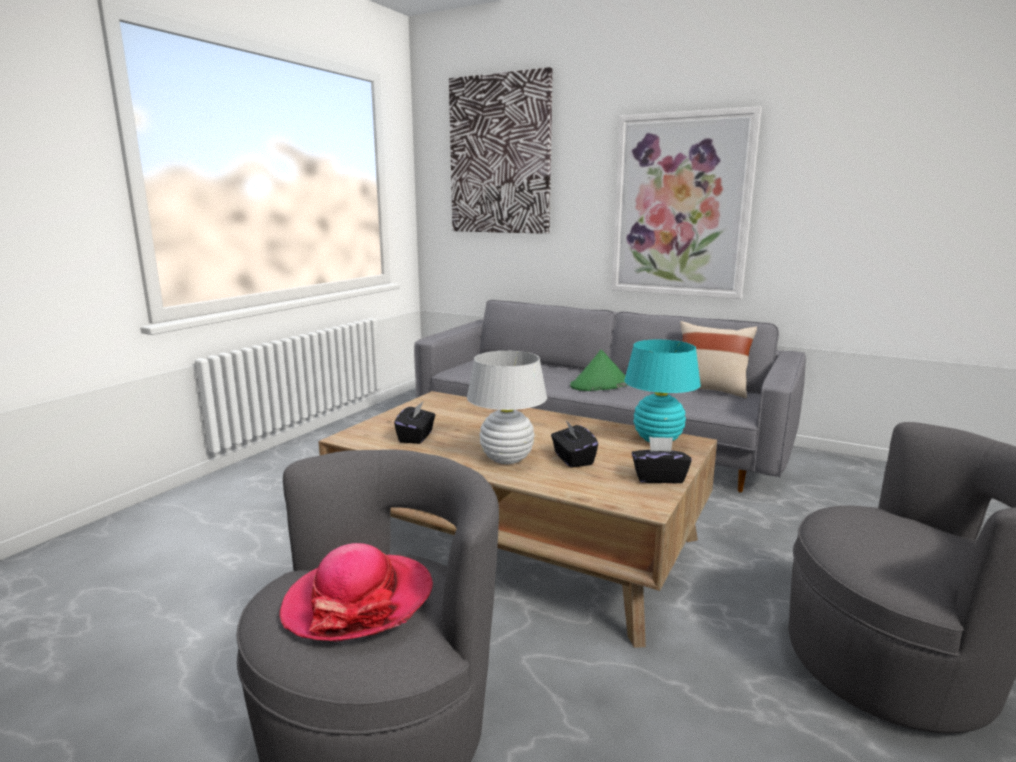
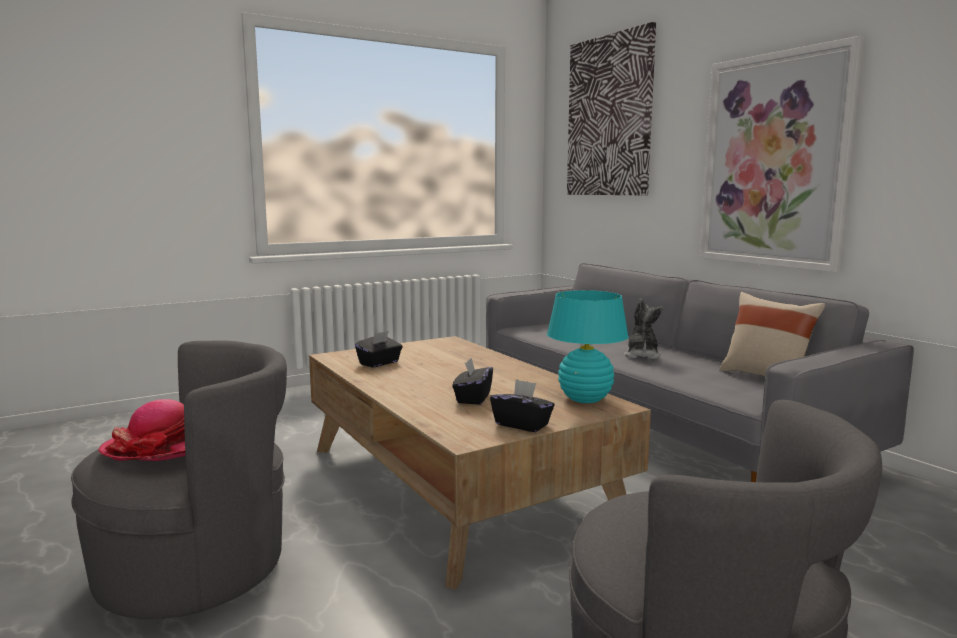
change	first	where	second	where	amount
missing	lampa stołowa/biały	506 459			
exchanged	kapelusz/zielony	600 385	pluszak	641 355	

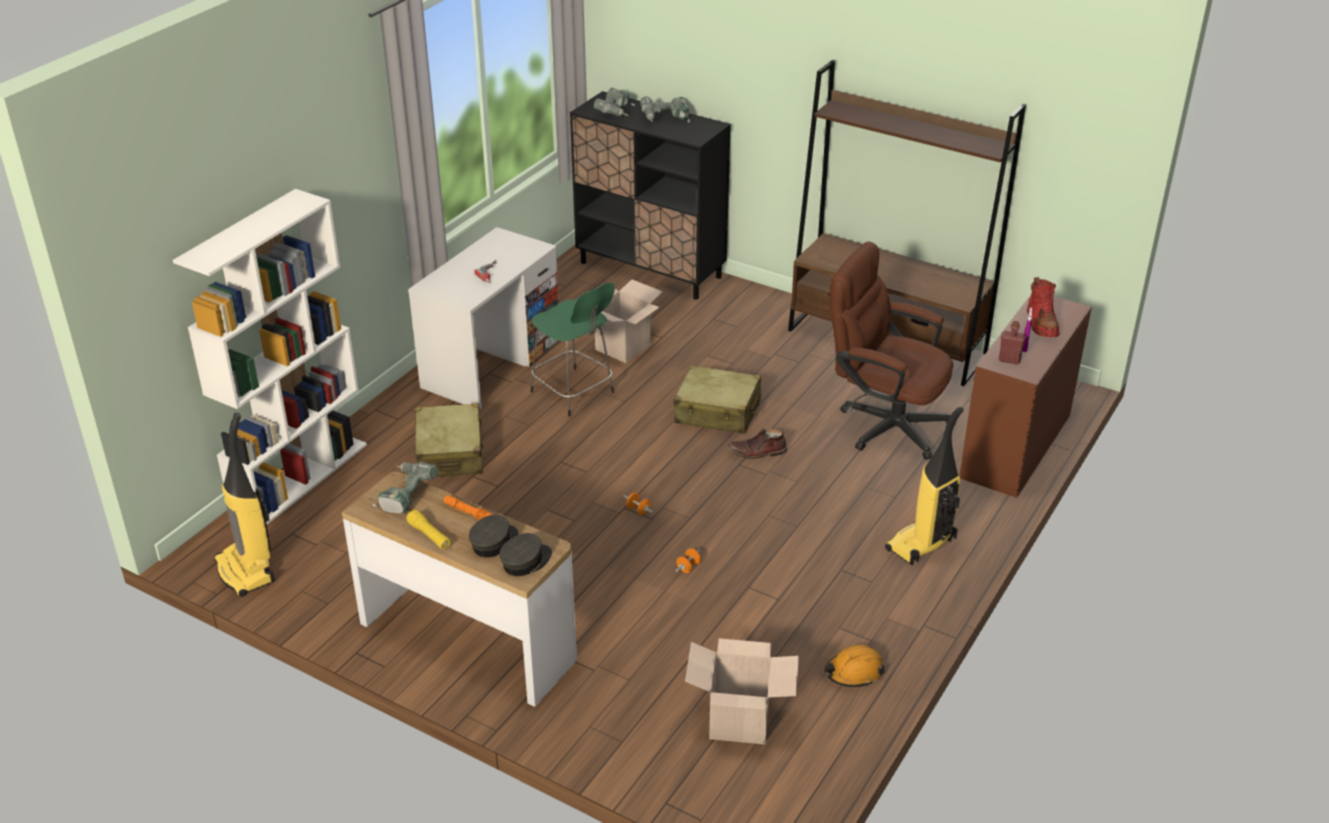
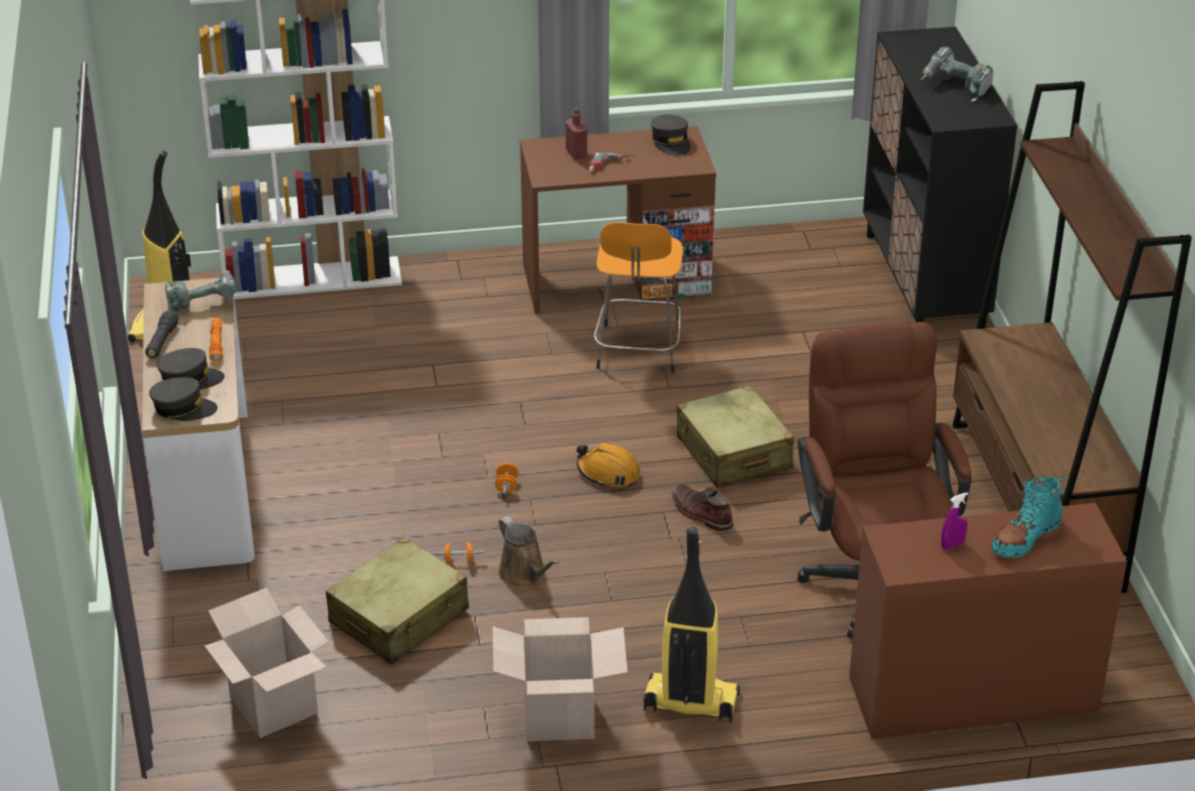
change	first	where	second	where	amount
missing	wiertarka	616 113			
appeared			konewka/brązowy	525 575	
appeared			czapka z daszkiem/szary	671 142	
relocated	walizka/beżowy	450 453		399 617	
relocated	karton	623 347		559 717	
relocated	kask/pomarańczowy	854 672		608 473	
relocated	butelka/czerwony	1009 360		576 153	
colour	latarka/żółty	429 536	latarka/czarny	162 342	
colour	biurko/biały	491 364	biurko/brązowy	616 280	
colour	stołek/zielony	574 393	stołek/pomarańczowy	638 351	
colour	but z cholewką/czerwony	1041 324	but z cholewką/turkusowy	1025 537	

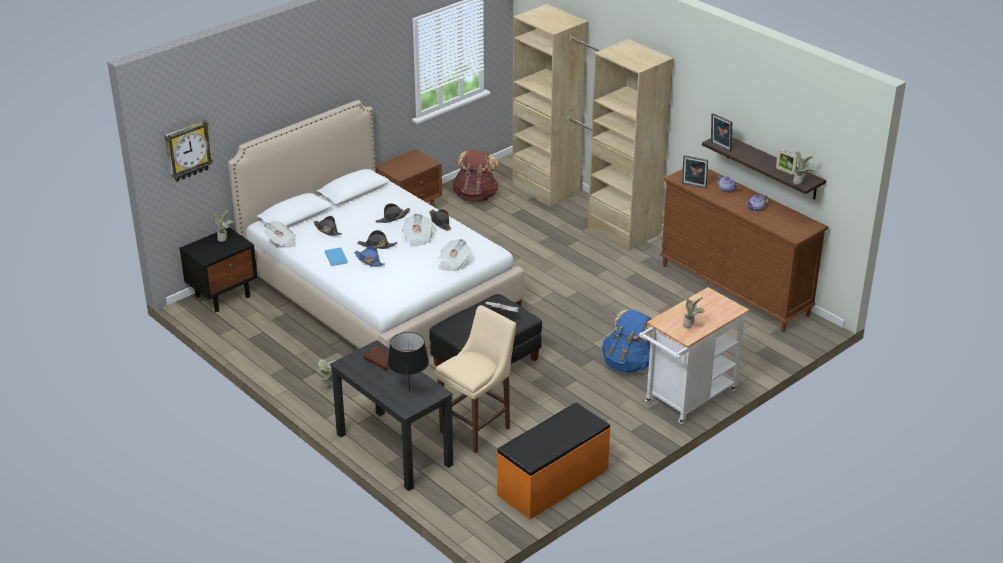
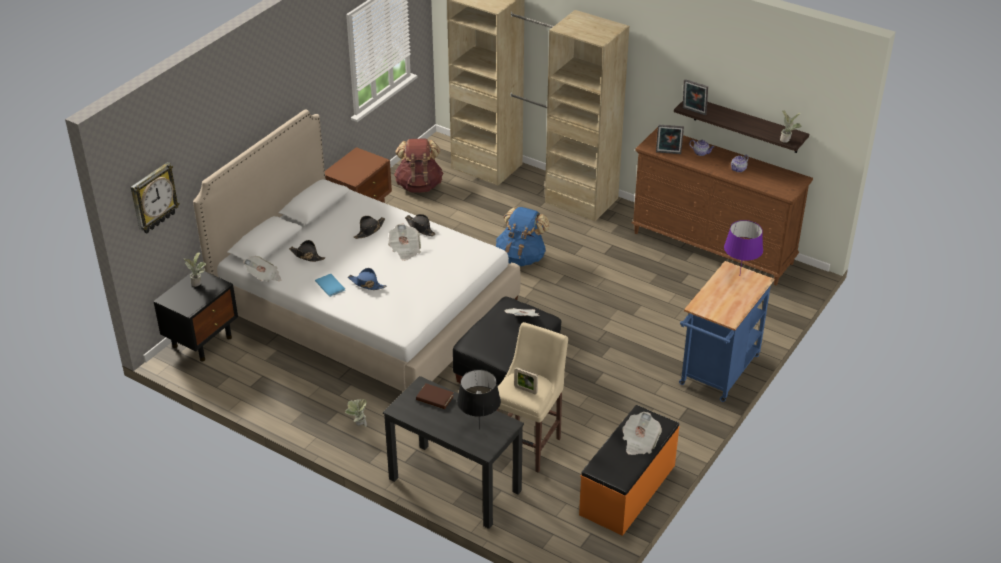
change	first	where	second	where	amount
missing	kapelusz/czarny	377 245			
missing	roślina doniczkowa	691 325			
appeared			lampa stołowa/fioletowy	739 276	
relocated	gazeta	453 263		639 442	
relocated	plecak/niebieski	628 363		521 257	
relocated	ramka na zdjęcie	785 171		525 390	
colour	wózek/biały	686 399	wózek/niebieski	717 374	

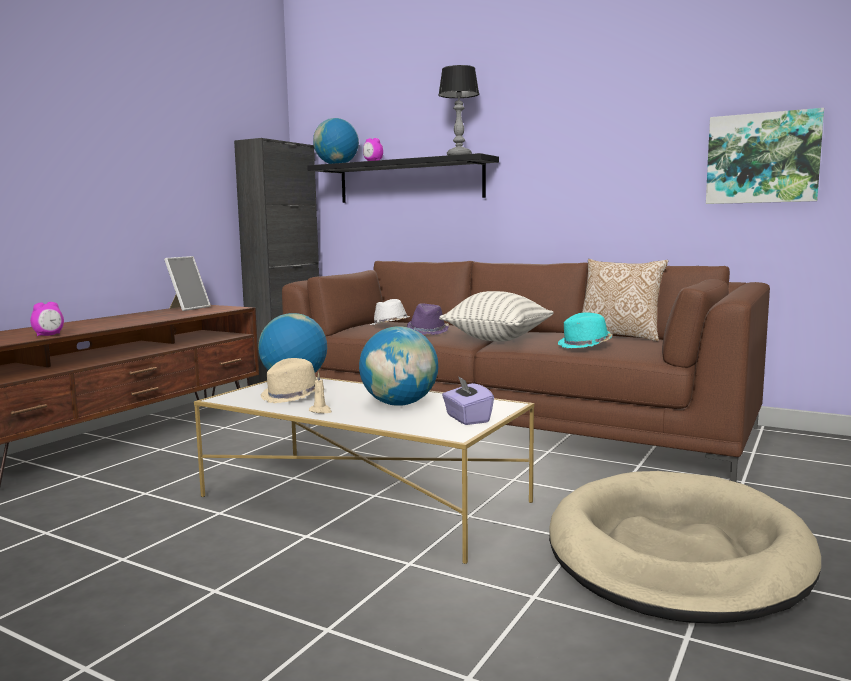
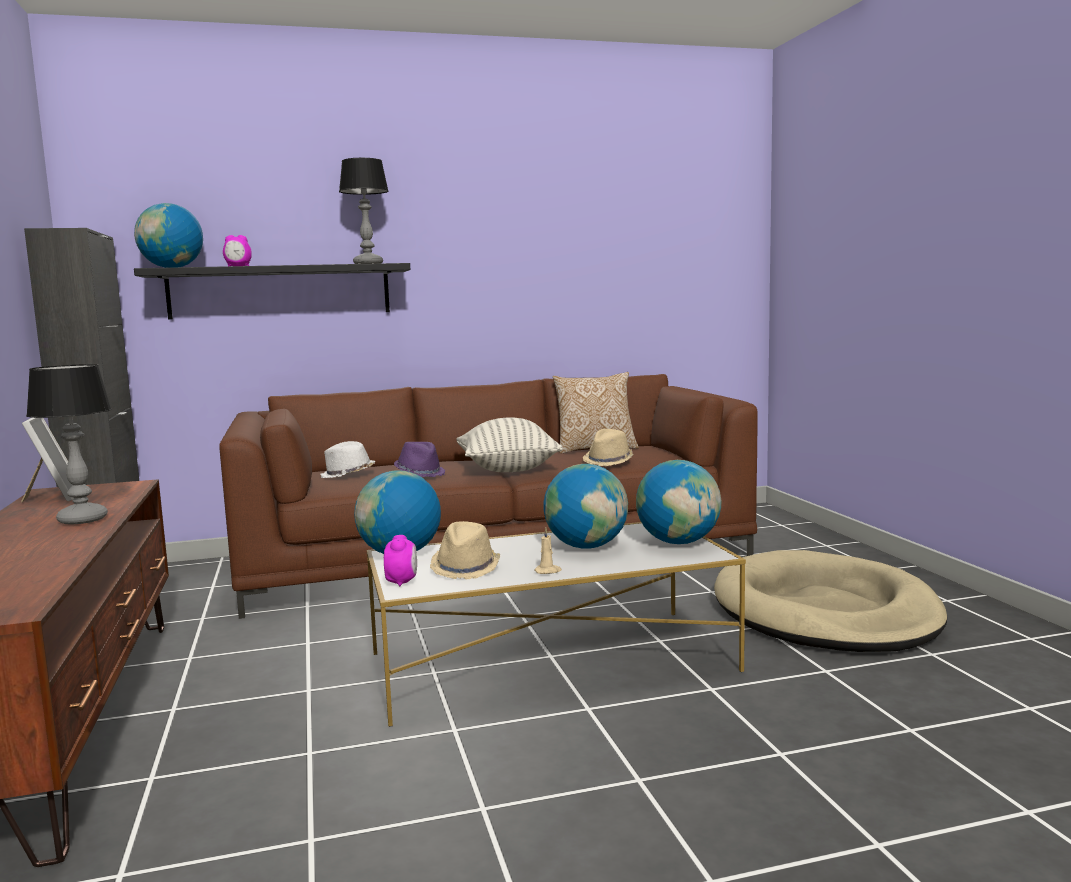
change	first	where	second	where	amount
missing	obraz	762 158			
appeared			lampa stołowa	82 520	
relocated	budzik	49 335		402 582	
exchanged	pudełko chusteczek/fioletowy	467 419	globus	678 542	
colour	kapelusz/turkusowy	585 345	kapelusz/beżowy	609 461	

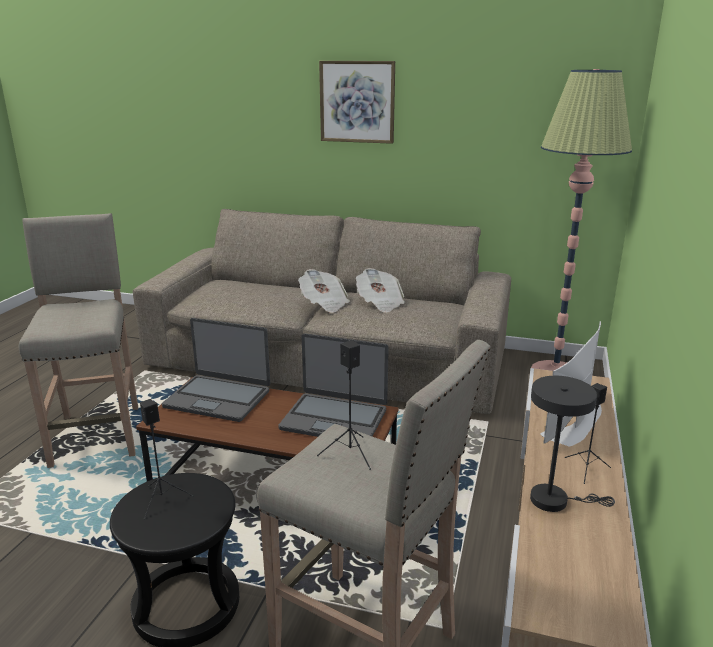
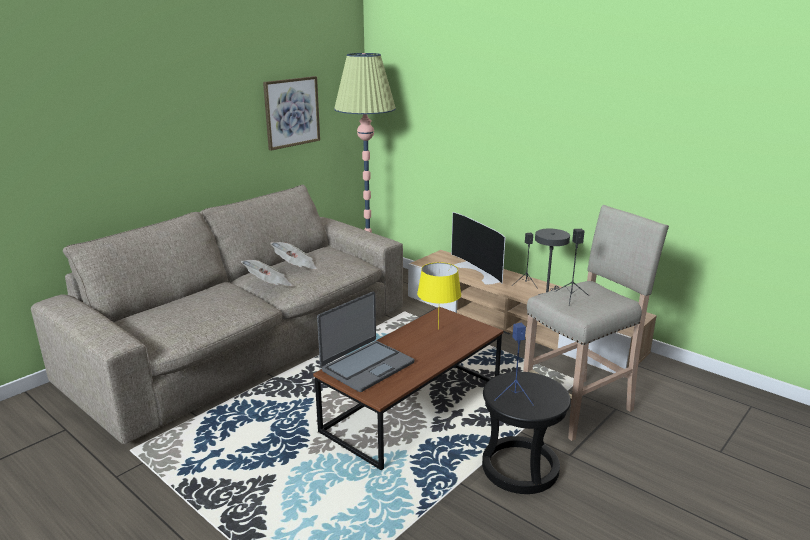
change	first	where	second	where	amount
missing	stołek/beżowy	98 434			
relocated	obraz	357 102		291 112	
exchanged	laptop	334 419	lampa stołowa/żółty	438 329	
colour	głośnik/czarny	163 499	głośnik/niebieski	514 396	

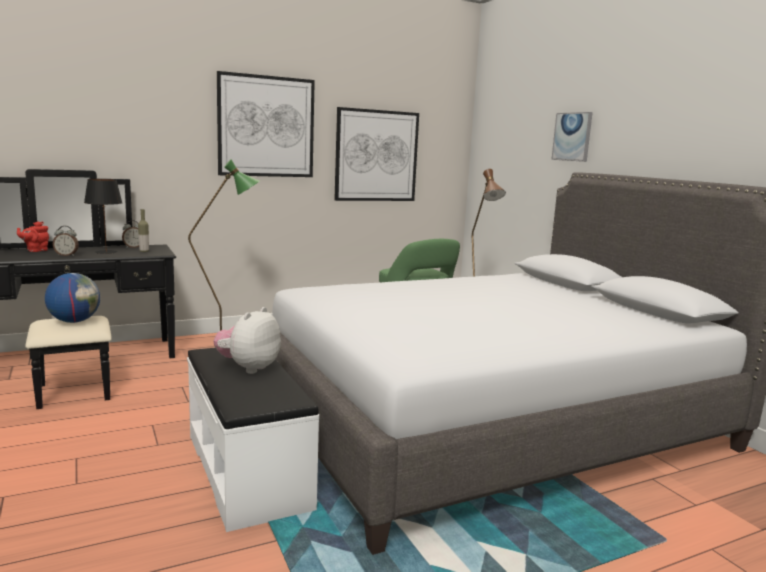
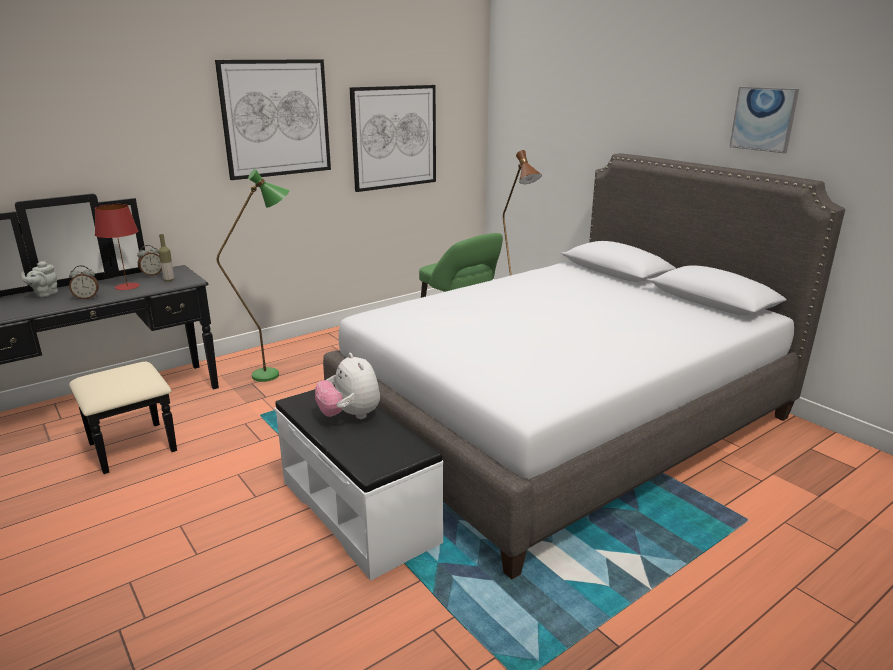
change	first	where	second	where	amount
missing	globus	74 321			
relocated	obraz	572 136		763 119	
colour	imbryk/czerwony	35 250	imbryk/szary	44 294	
colour	lampa stołowa/czarny	106 252	lampa stołowa/czerwony	127 286	
spun	pluszak	248 368		350 416	45 degrees counterclockwise

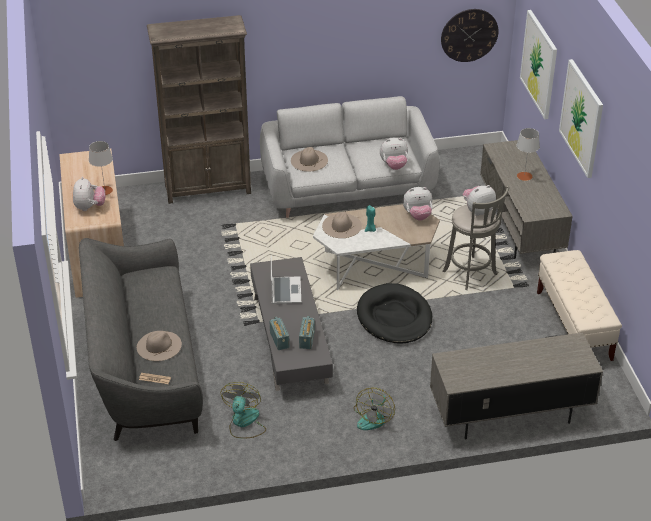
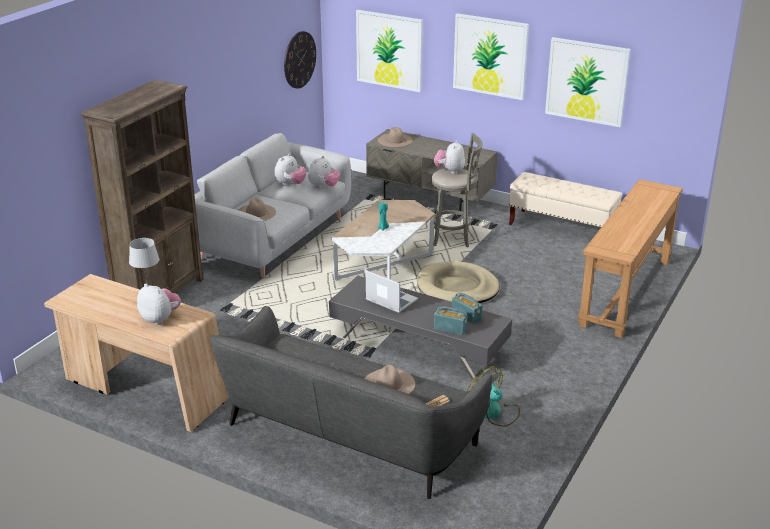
change	first	where	second	where	amount
missing	wentylator	373 417			
missing	lampa stołowa/szary	524 176			
appeared			obraz	587 81	
relocated	kapelusz/beżowy	341 226		395 140	
relocated	pluszak	417 216		290 184	
exchanged	szafka pod telewizor/szary	509 414	stolik konsolowy/brązowy	625 292	
colour	legowisko/czarny	394 317	legowisko/beżowy	457 287	

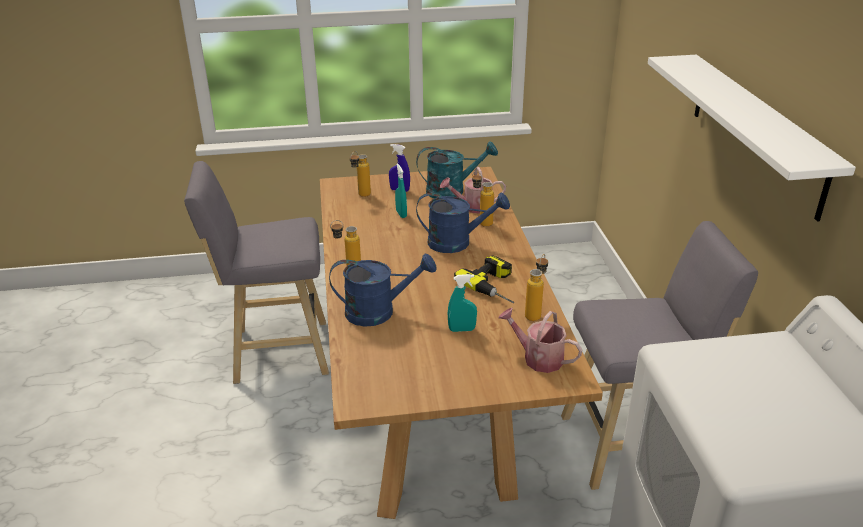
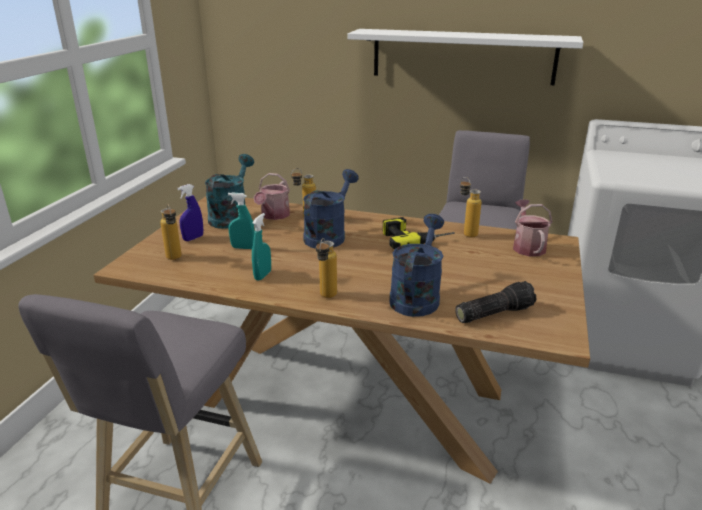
change	first	where	second	where	amount
appeared			latarka	493 313	
relocated	spryskiwacz/turkusowy	462 329		262 275	
spun	konewka	538 358		527 246	120 degrees clockwise

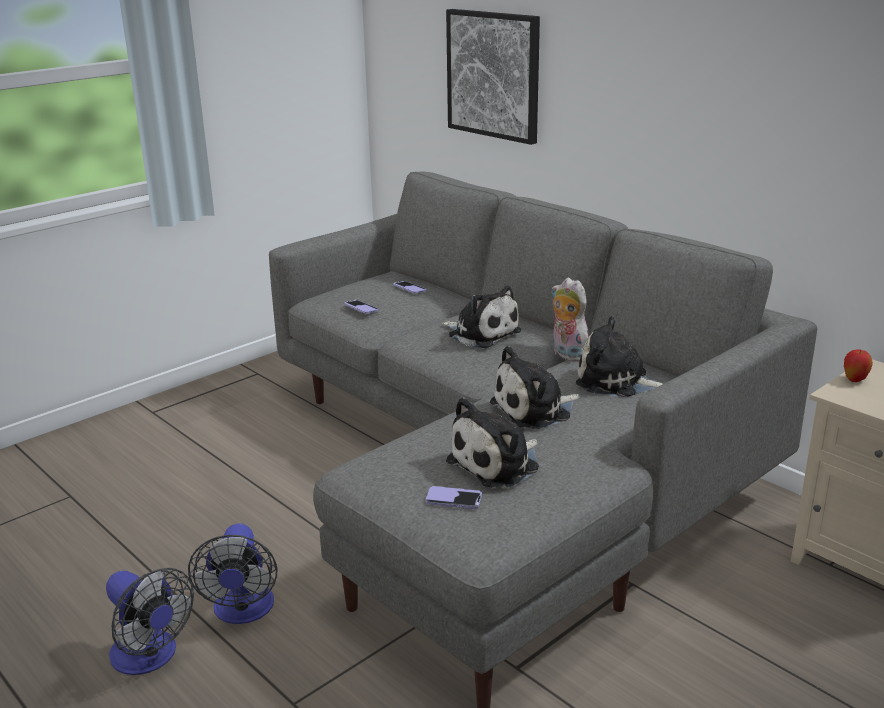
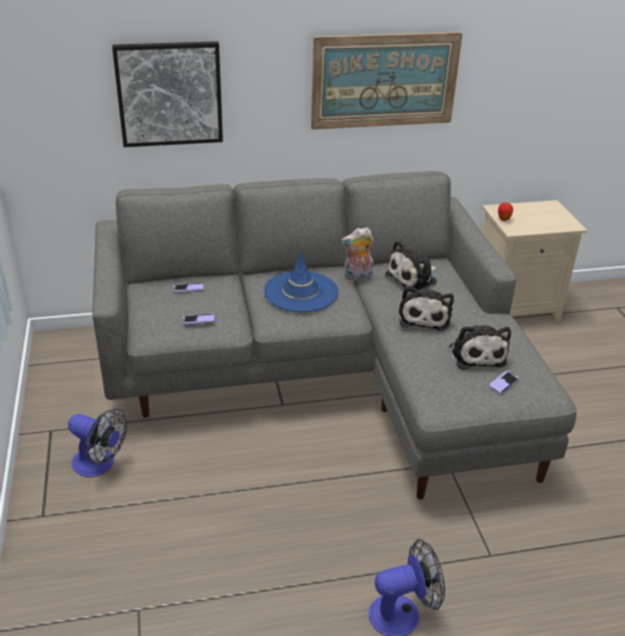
change	first	where	second	where	amount
appeared			obraz	384 80	
relocated	wentylator	243 611		99 464	
exchanged	pluszak	481 333	kapelusz/niebieski	301 292	

